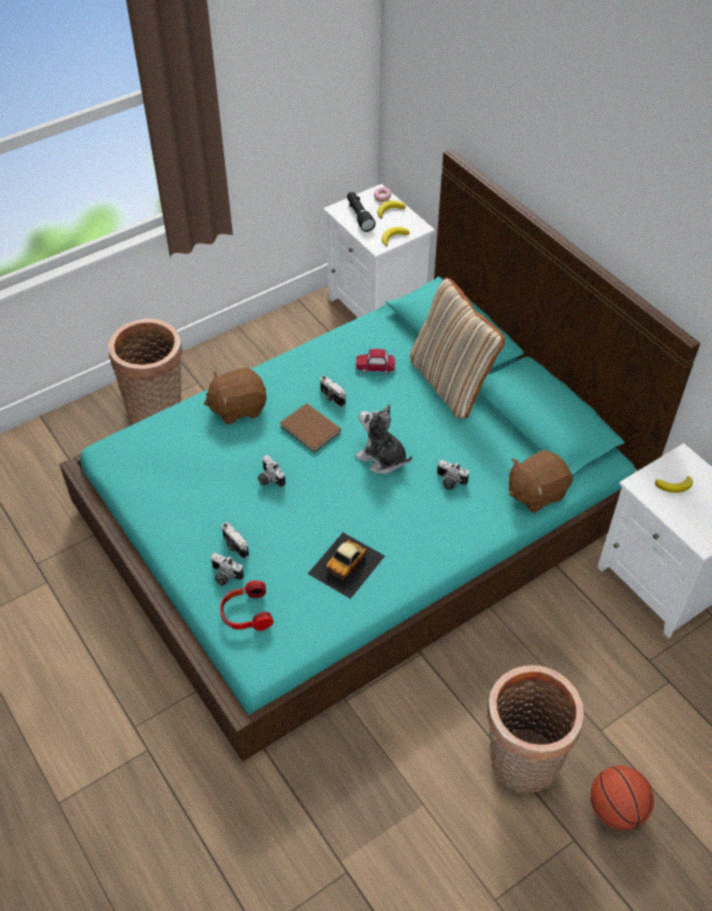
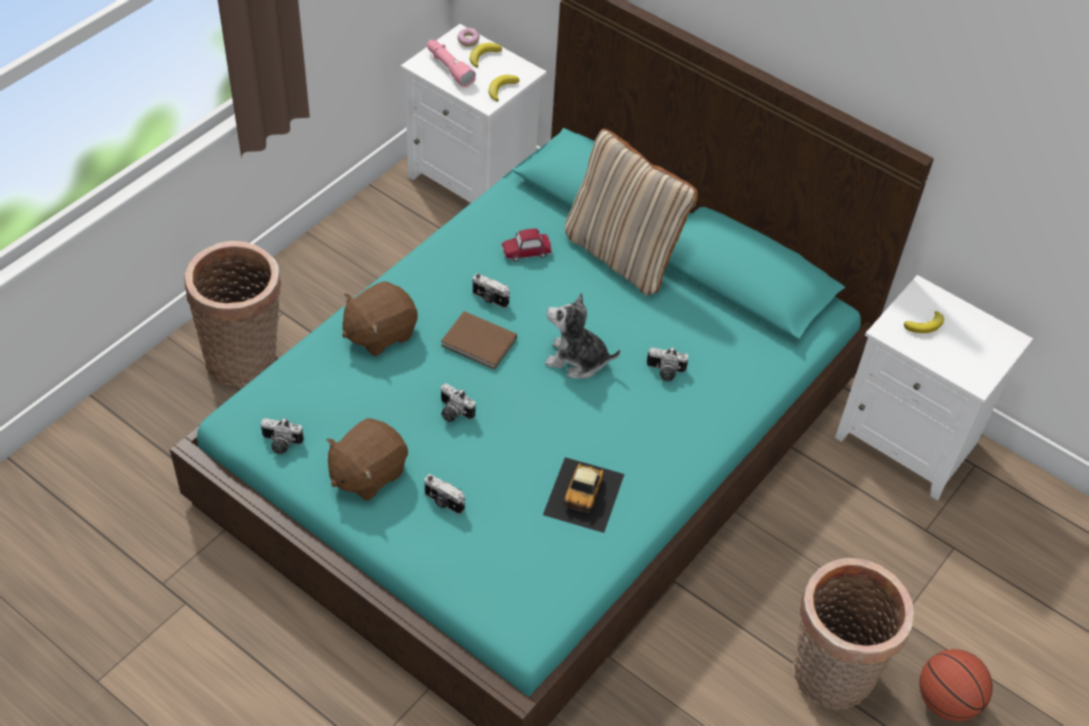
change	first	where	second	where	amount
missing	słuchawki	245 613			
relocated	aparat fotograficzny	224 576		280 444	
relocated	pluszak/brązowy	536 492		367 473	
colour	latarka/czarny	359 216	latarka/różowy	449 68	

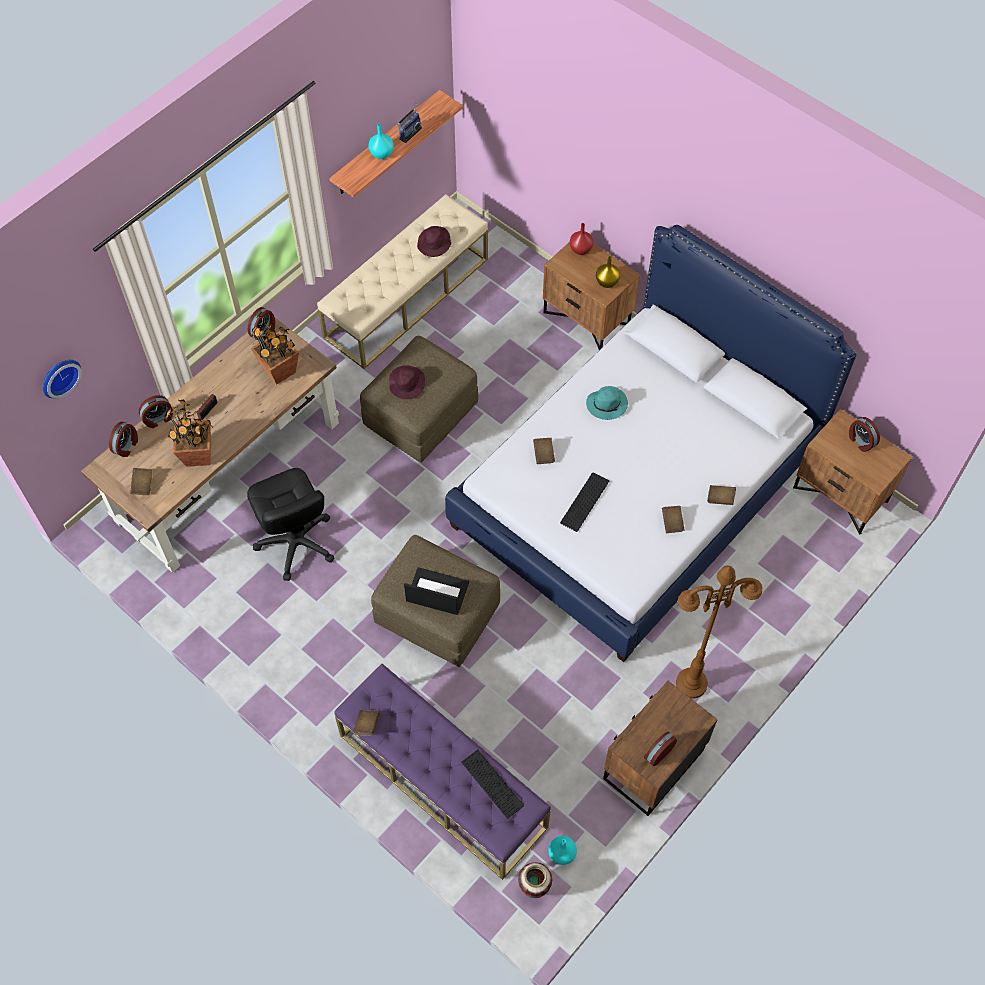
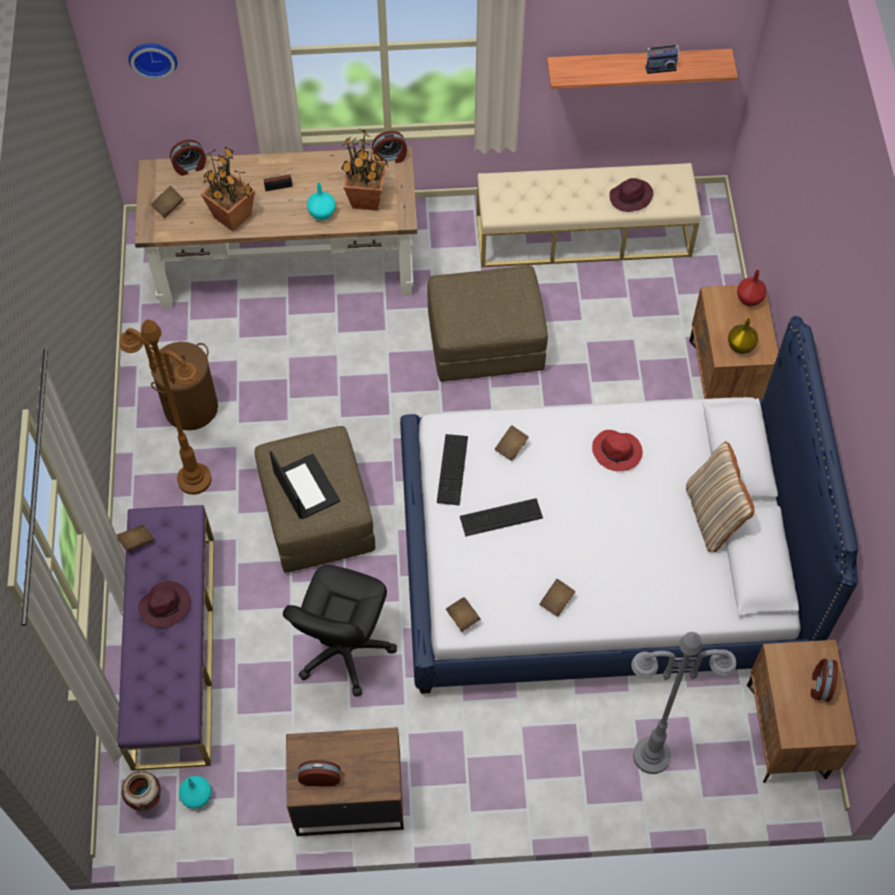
change	first	where	second	where	amount
missing	budzik	158 419			
appeared			kosz na pranie/brązowy	191 407	
appeared			lampa stojąca/szary	652 755	
appeared			poduszka/beżowy	713 516	
relocated	krzesło biurowe/czarny	296 543		344 649	
relocated	wazon/turkusowy	381 154		321 213	
relocated	kapelusz/fioletowy	406 383		165 605	
relocated	klawiatura	492 783		452 469	
relocated	lampa stojąca/brązowy	691 684		194 479	
relocated	książka/brązowy	720 498		462 618	
colour	kapelusz/turkusowy	607 404	kapelusz/czerwony	617 452	

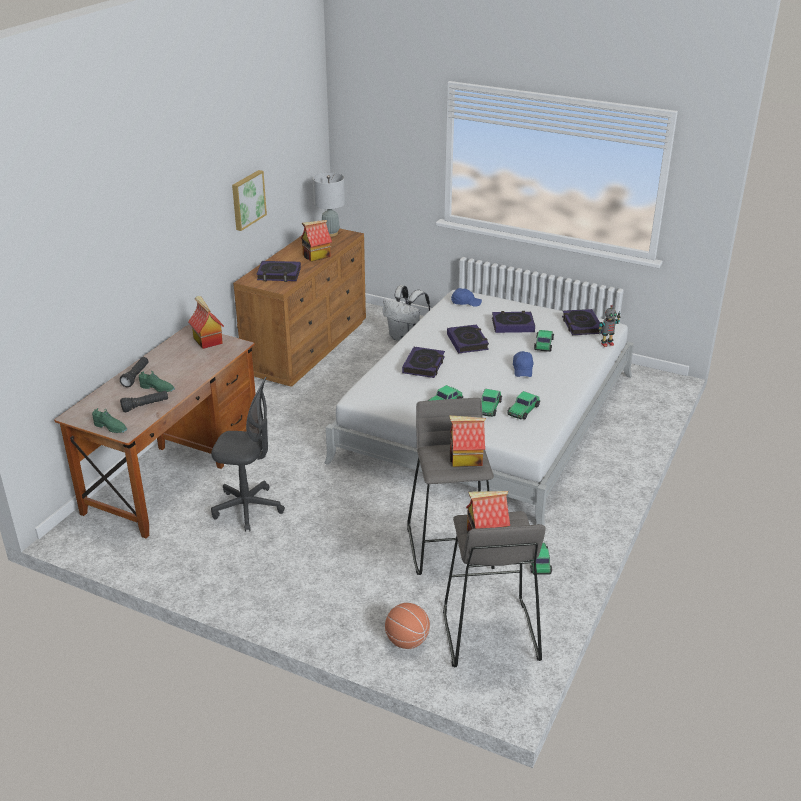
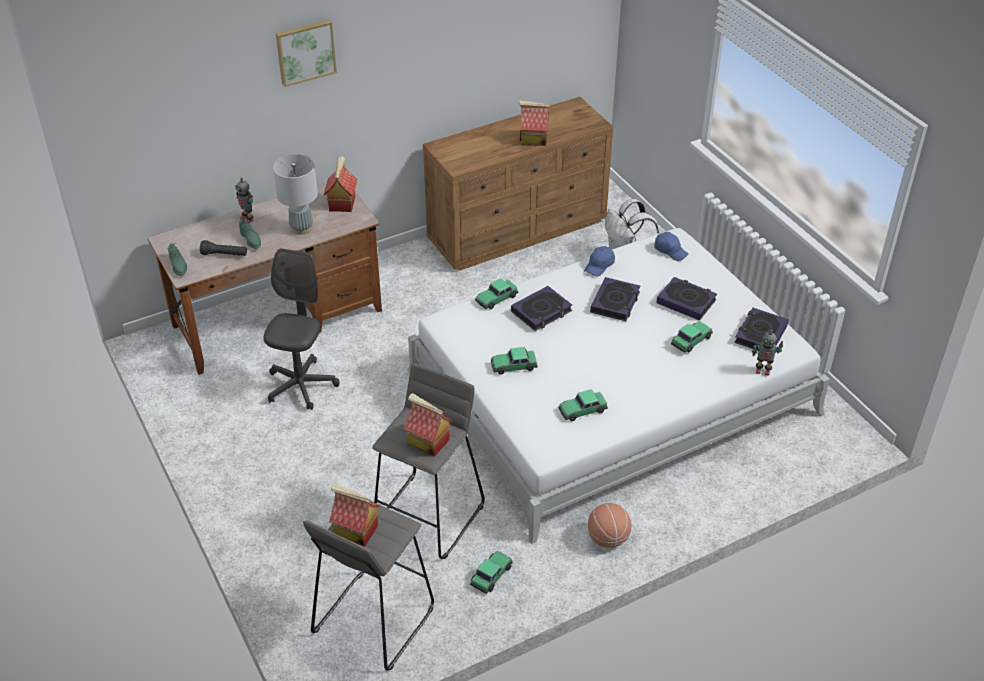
change	first	where	second	where	amount
missing	książka	279 274			
relocated	obraz	247 199		305 51	
relocated	lampa stołowa/szary	330 233		301 228	
relocated	piłka do koszykówki	407 641		608 539	
relocated	samochodzik	489 407		496 298	
relocated	czapka z daszkiem/niebieski	523 369		599 266	
exchanged	latarka/czarny	136 376	robot zabawkowy	247 219	
spun	krzesło biurowe/szary	248 508		301 386	120 degrees counterclockwise

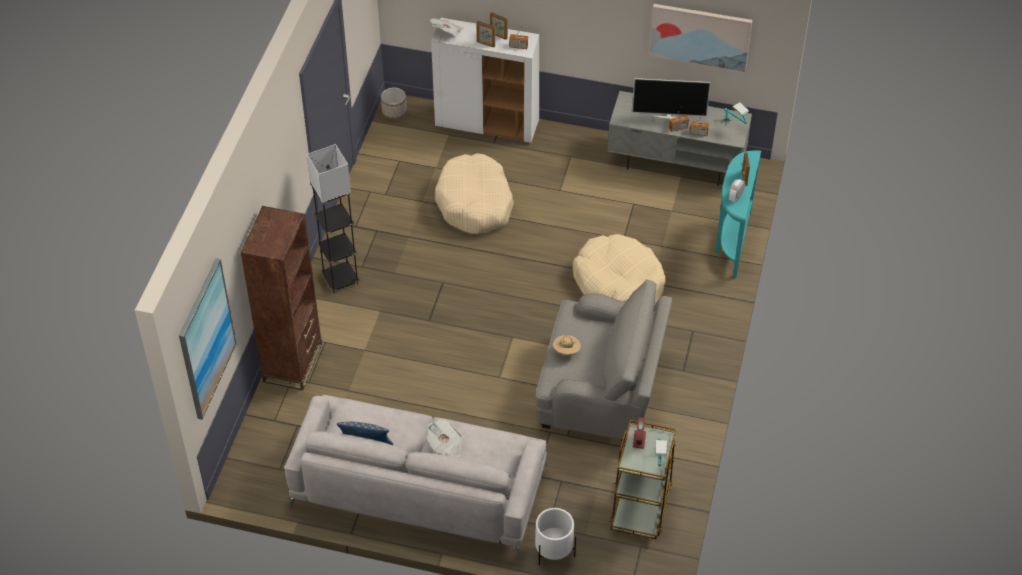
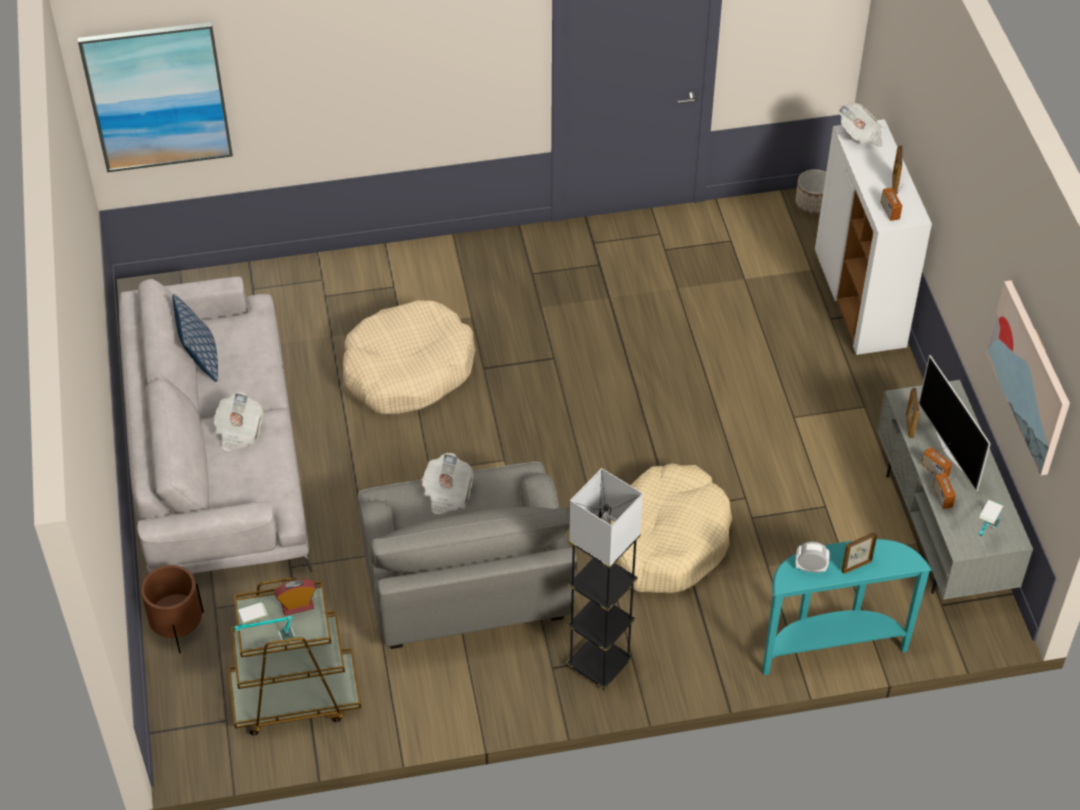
change	first	where	second	where	amount
missing	regał/brązowy	293 363			
relocated	lampa stojąca/czarny	340 279		599 665	
relocated	legowisko/beżowy	475 203		407 370	
relocated	ramka na zdjęcie	485 44		909 426	
exchanged	kapelusz/beżowy	566 351	gazeta	447 494	
colour	donica/biały	554 551	donica/brązowy	178 628	

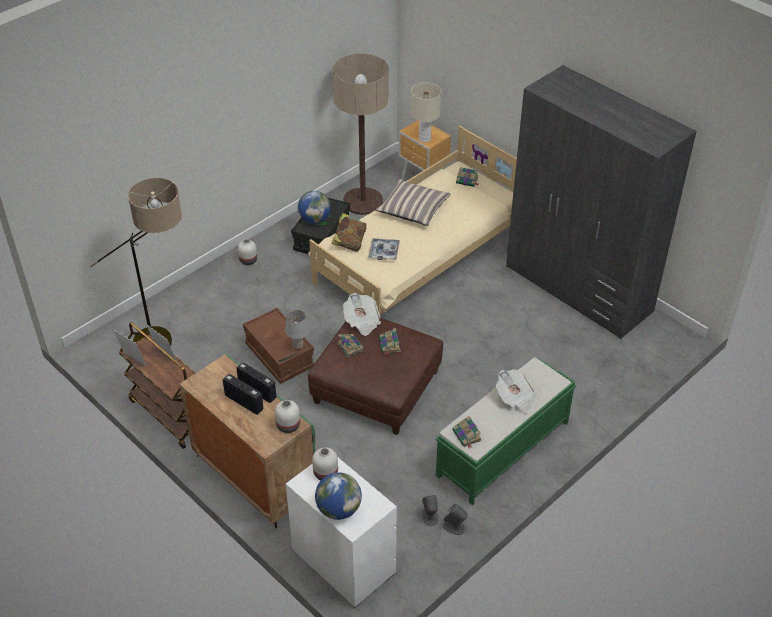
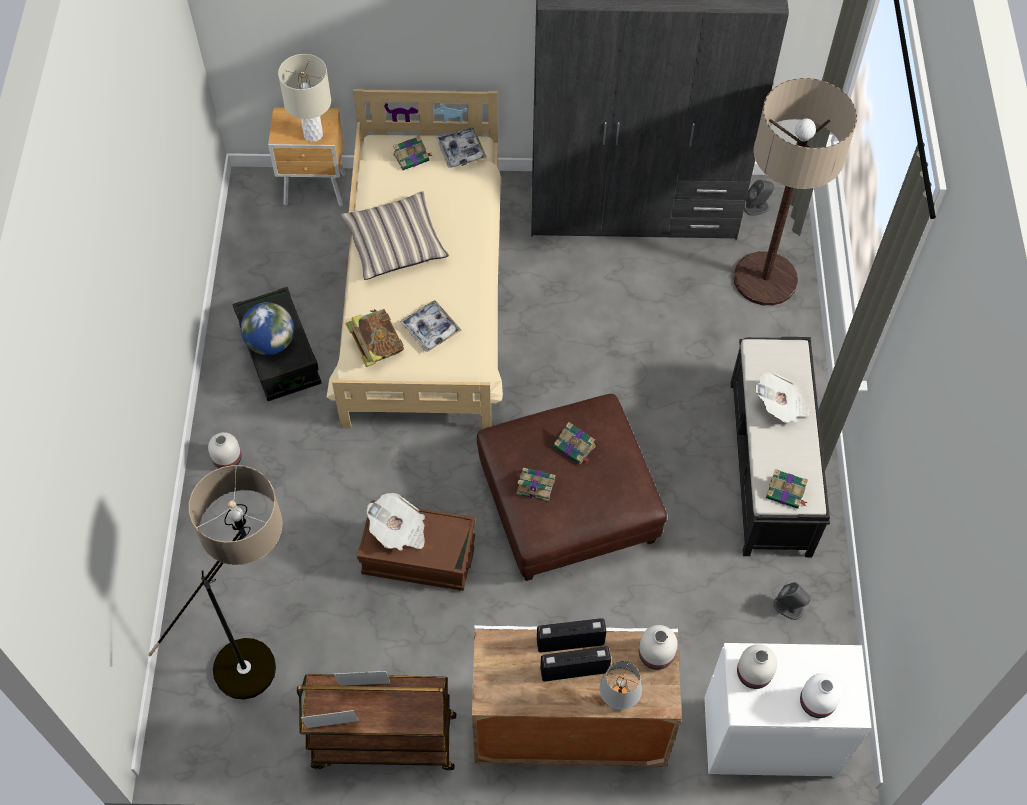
change	first	where	second	where	amount
appeared			taca	461 151	
relocated	lampa stołowa/szary	297 345		617 702	
relocated	lampa stojąca	363 202		765 279	
relocated	gazeta	362 322		399 531	
relocated	głośnik/szary	454 527		756 207	
exchanged	globus	338 509	wazon/biały	815 703	
colour	szafka/zielony	254 476	szafka/biały	568 729	
colour	ławka/zielony	502 450	ławka/czarny	770 468	

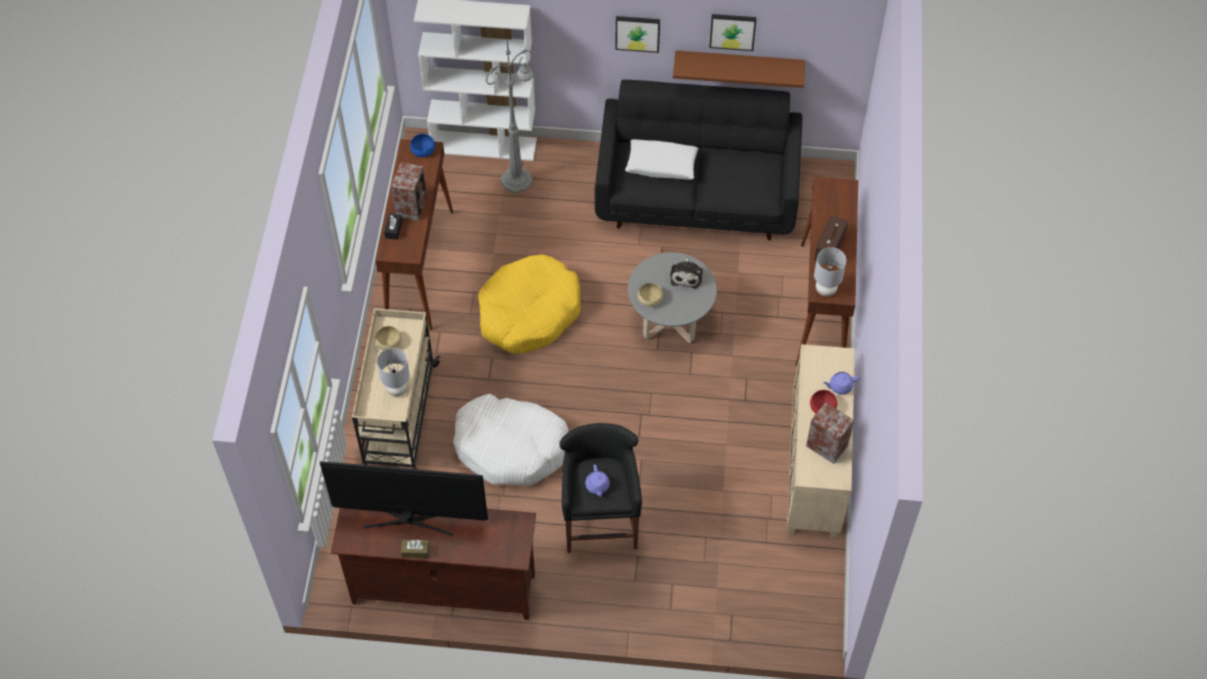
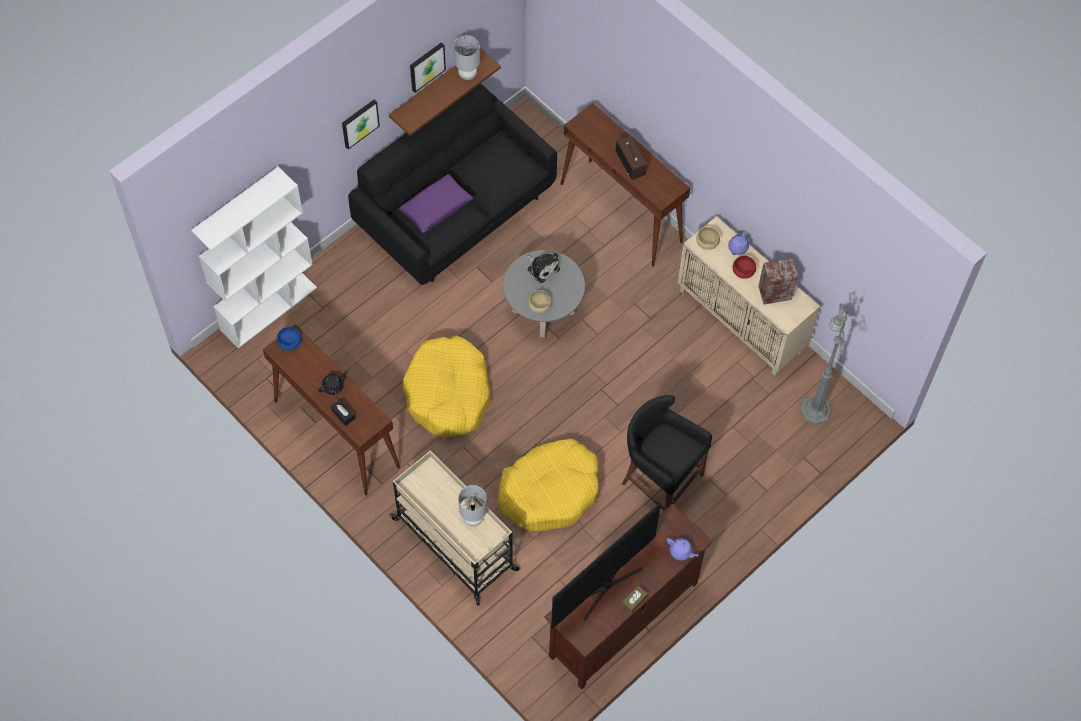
change	first	where	second	where	amount
relocated	miska/beżowy	389 342		707 242	
relocated	lampa stojąca/szary	518 179		815 408	
relocated	imbryk/fioletowy	597 486		681 552	
relocated	lampa stołowa/szary	825 290		467 74	
exchanged	głośnik	412 205	imbryk/czarny	333 386	
colour	legowisko/biały	511 447	legowisko/żółty	549 491	
colour	poduszka/biały	661 165	poduszka/fioletowy	436 208	

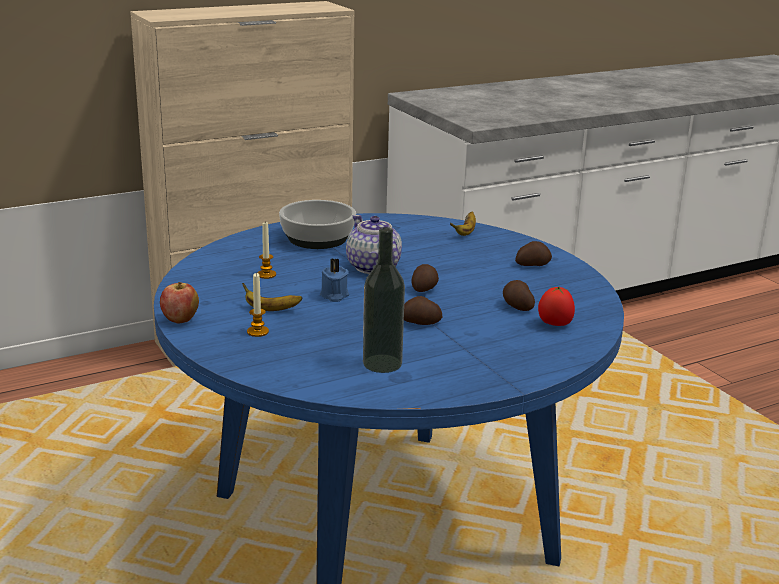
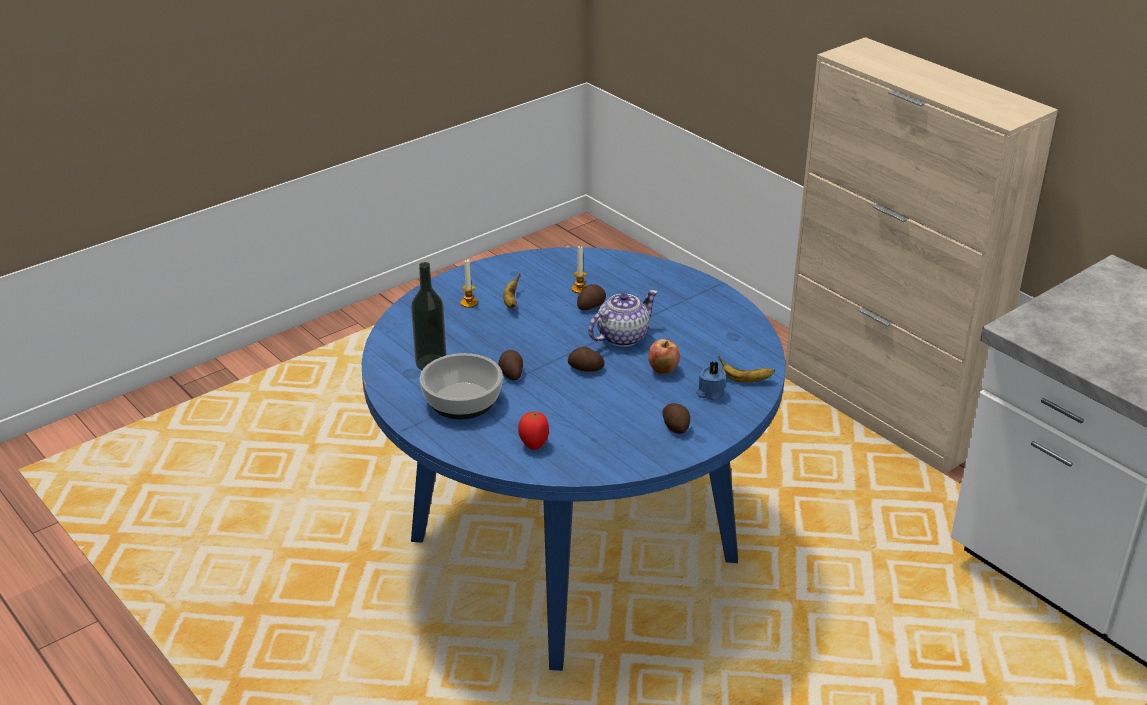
change	first	where	second	where	amount
relocated	jabłko	180 320		663 370	
relocated	miska	317 238		463 400	
relocated	świeca/niebieski	334 295		710 393	
relocated	ziemniak	517 306		590 305	

